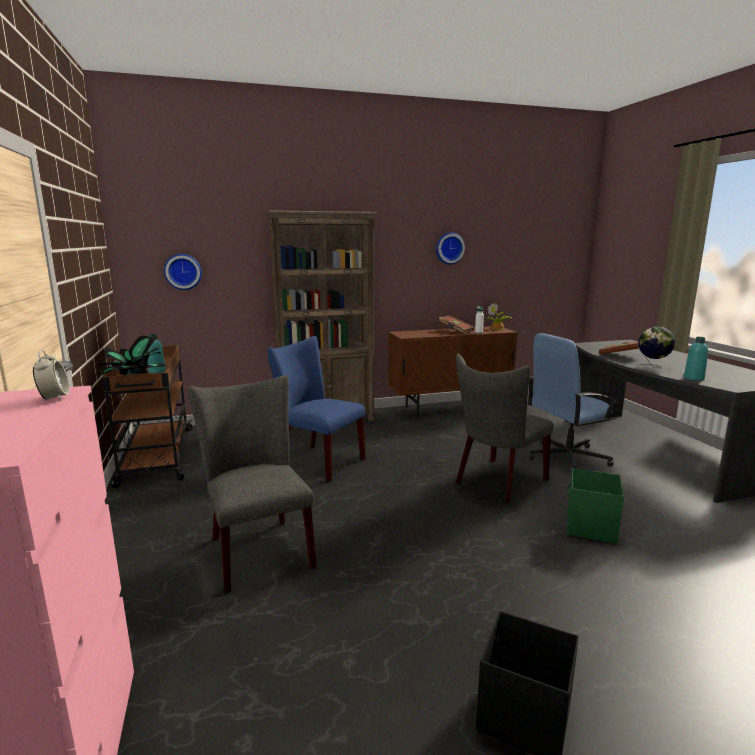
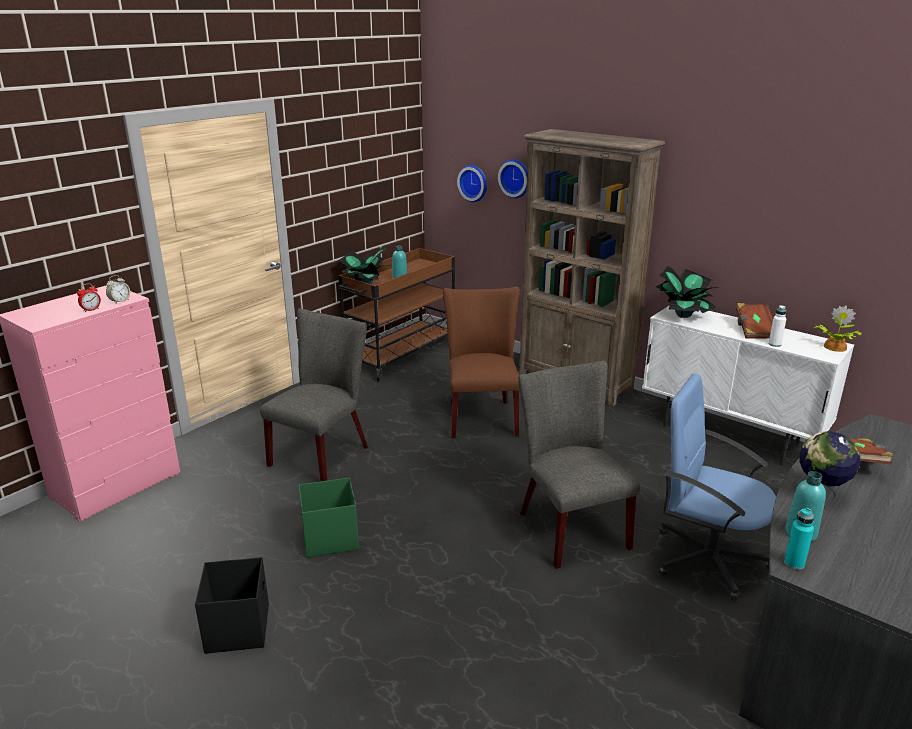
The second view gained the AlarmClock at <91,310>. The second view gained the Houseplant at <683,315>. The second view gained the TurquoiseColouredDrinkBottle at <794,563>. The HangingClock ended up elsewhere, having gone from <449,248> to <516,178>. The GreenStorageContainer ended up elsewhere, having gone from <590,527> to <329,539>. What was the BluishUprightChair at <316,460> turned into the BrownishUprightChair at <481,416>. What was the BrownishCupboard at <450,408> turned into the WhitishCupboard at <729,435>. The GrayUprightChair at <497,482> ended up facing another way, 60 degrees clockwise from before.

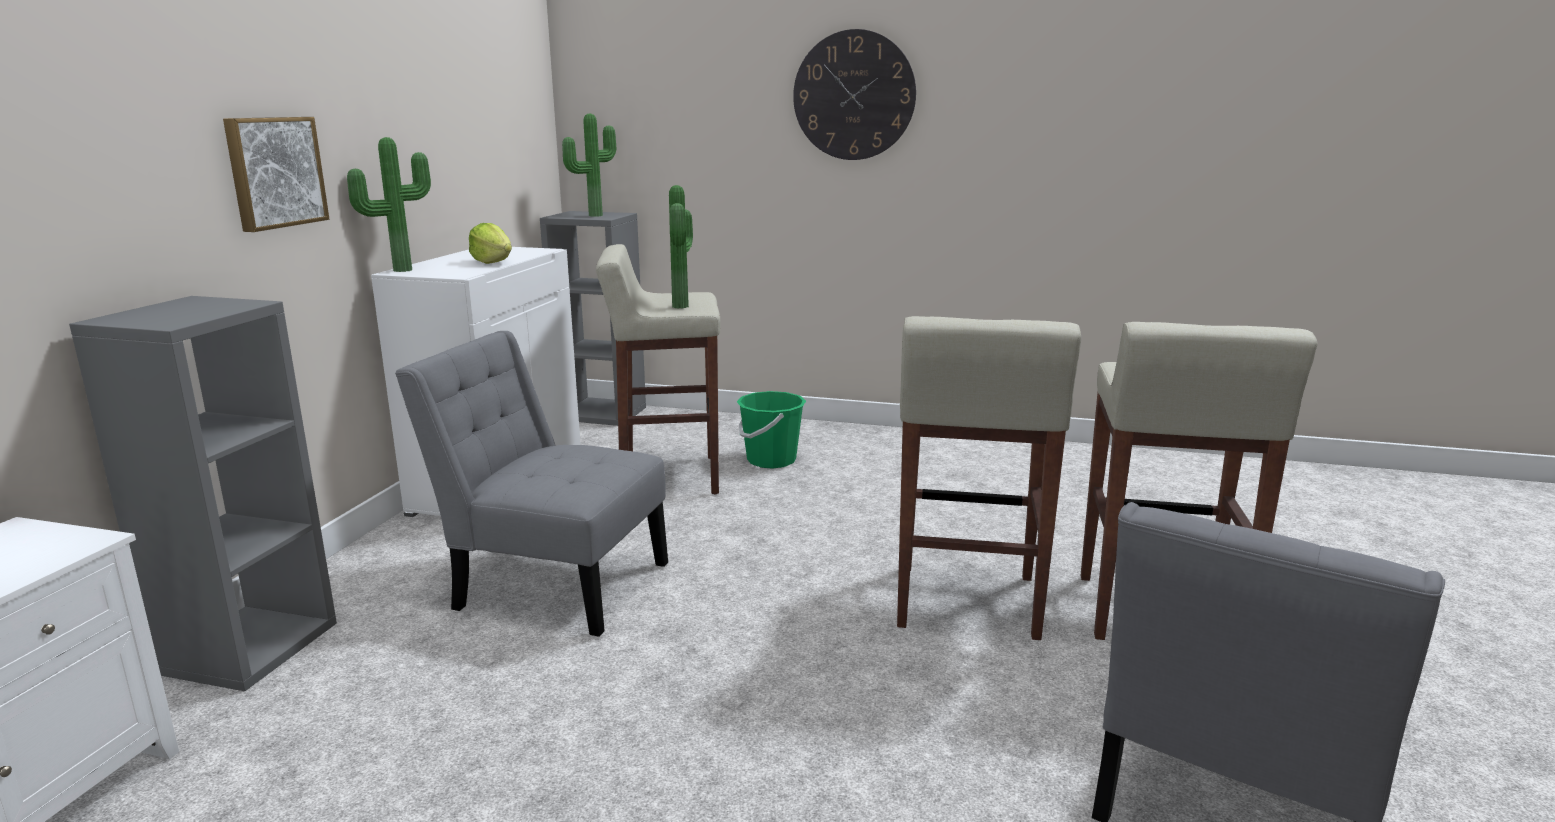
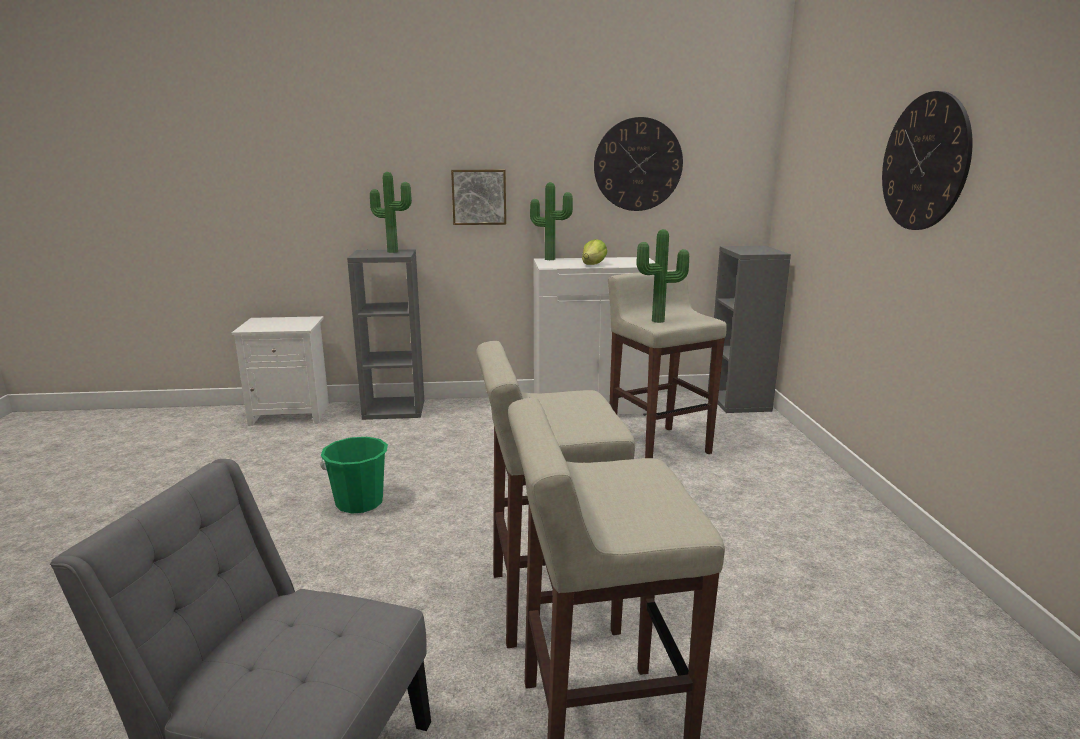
The second view lost the GrayUprightChair at <553,583>. The second view gained the HangingClock at <638,164>. The Houseplant ended up elsewhere, having gone from <593,215> to <393,251>. The GreenPail ended up elsewhere, having gone from <771,460> to <359,502>.

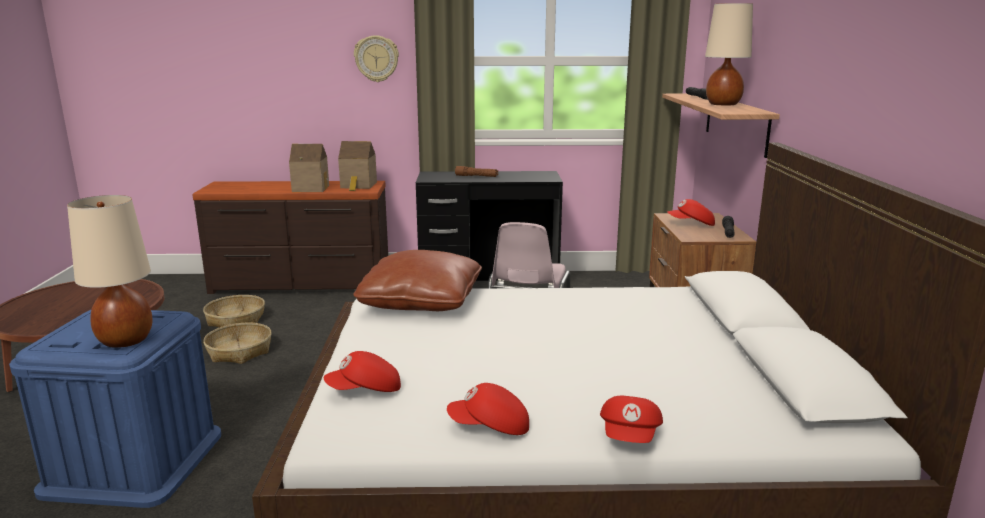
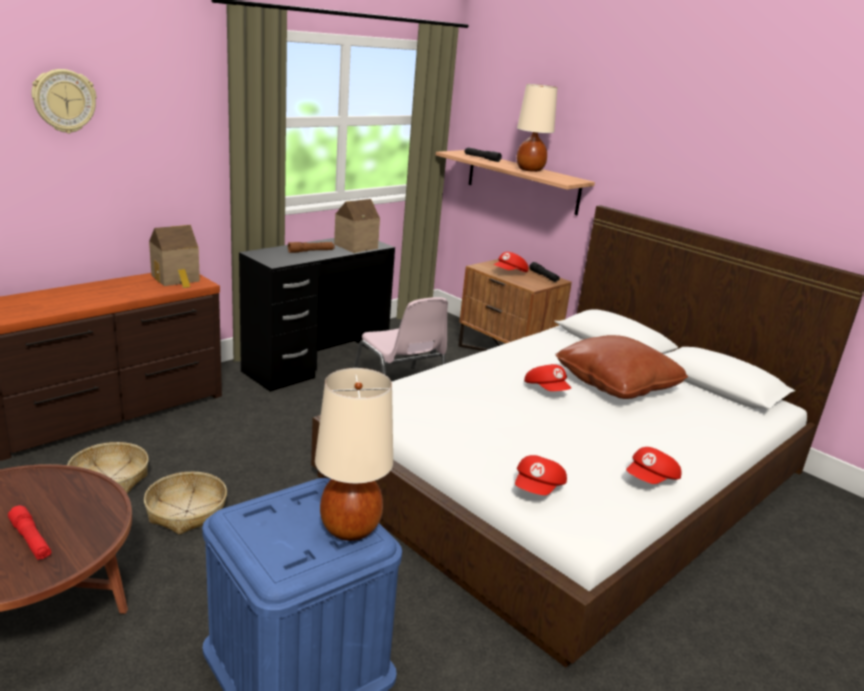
The second view gained the RedColouredTorch at <31,540>. The ModelHouse ended up elsewhere, having gone from <311,188> to <354,246>. The BrownishCushion ended up elsewhere, having gone from <421,301> to <616,384>. The HangingClock ended up elsewhere, having gone from <376,58> to <64,101>. The RedColouredCap ended up elsewhere, having gone from <630,436> to <547,390>.

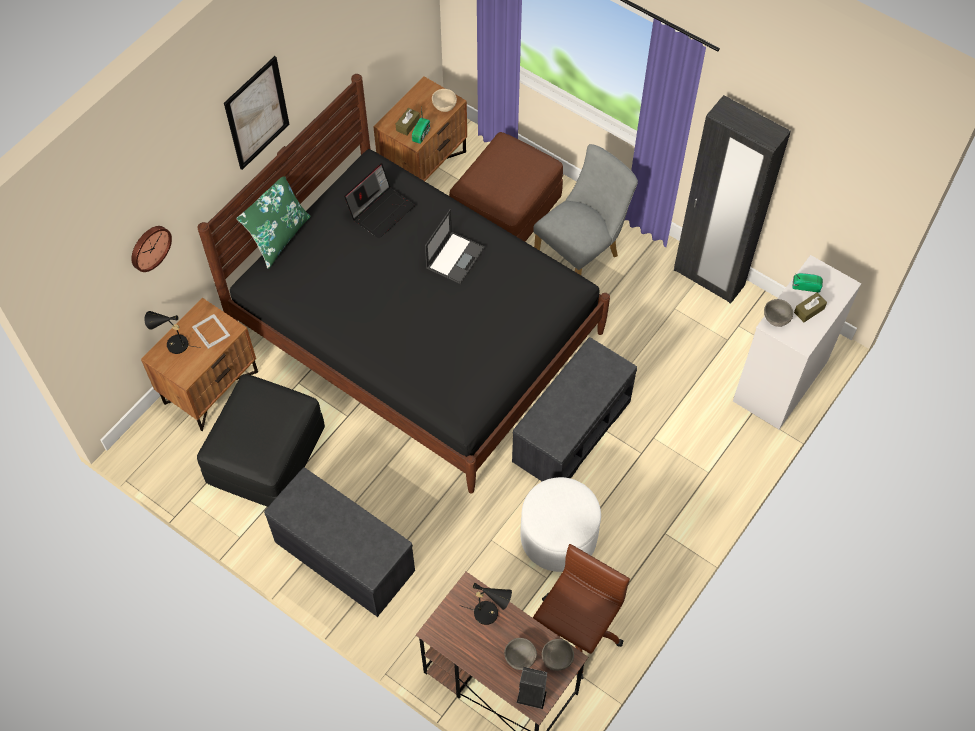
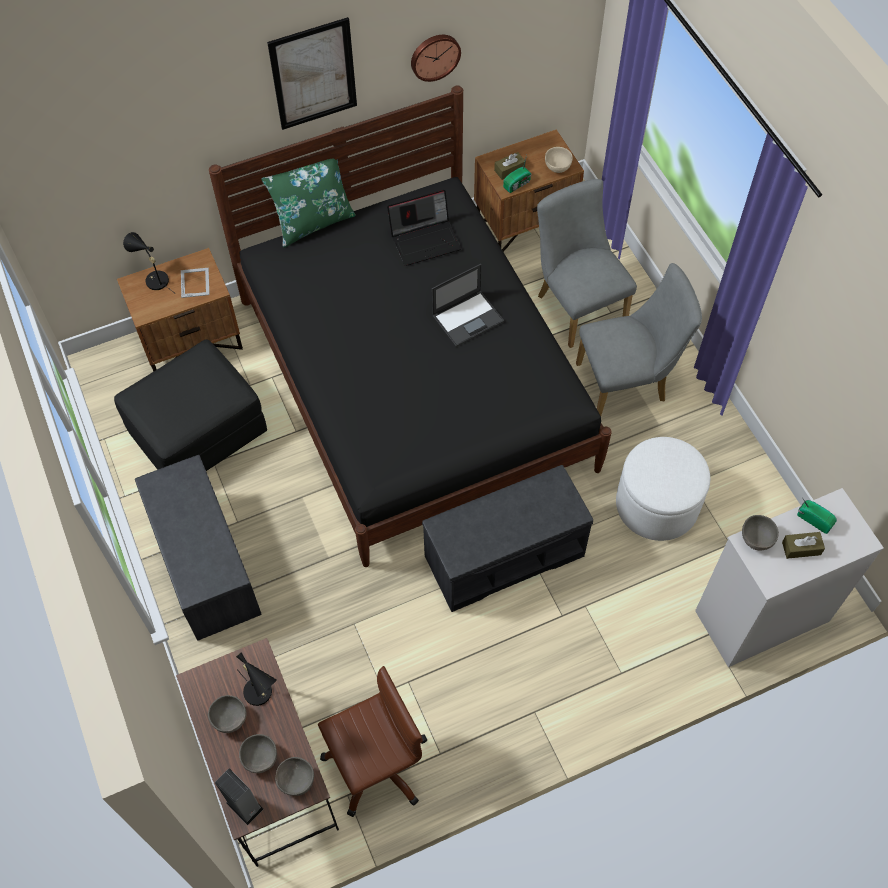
The second view lost the BlackWardrobe at <708,278>. The second view gained the GrayServingBowl at <229,719>. The HangingClock ended up elsewhere, having gone from <149,247> to <434,56>. The WhitishFootrest ended up elsewhere, having gone from <558,537> to <656,504>. Where the BrownishFootrest stood at <506,211>, the GrayUprightChair came to stand at <577,305>.

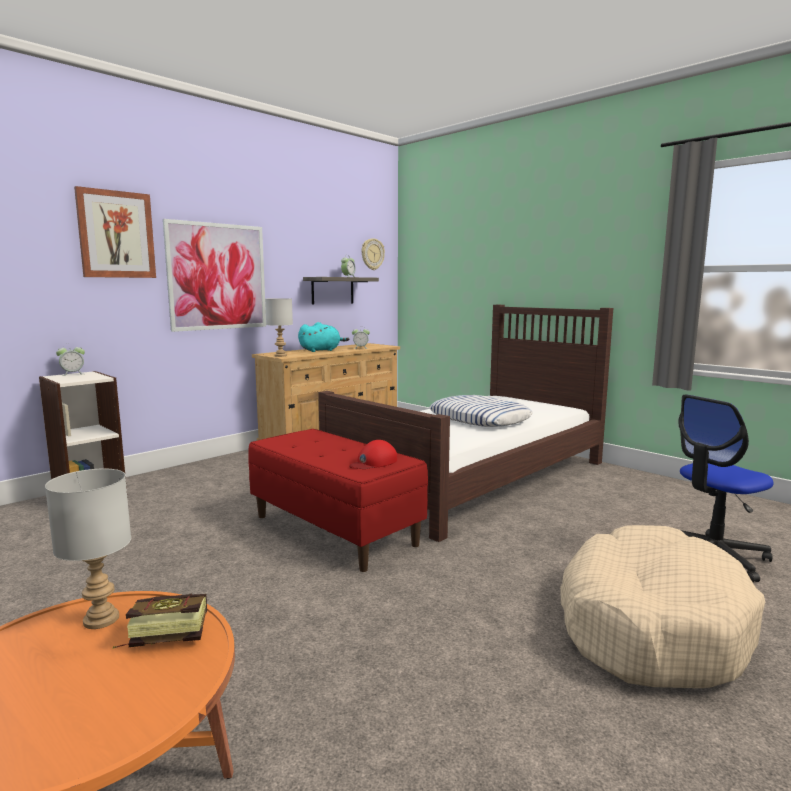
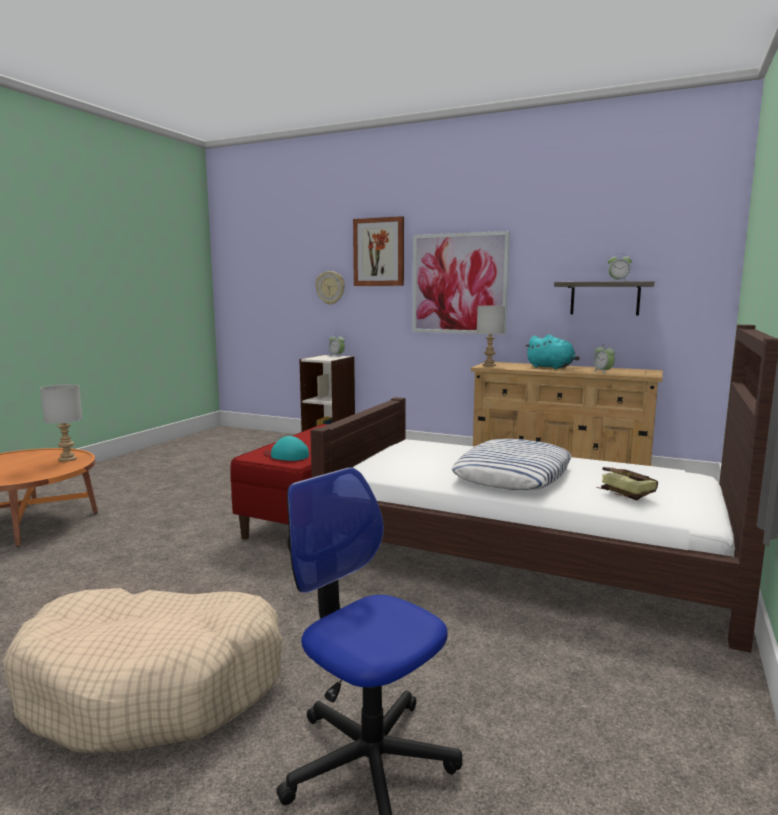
The BoundBook ended up elsewhere, having gone from <161,636> to <623,494>. The HangingClock ended up elsewhere, having gone from <372,254> to <330,287>. What was the RedColouredCap at <374,462> turned into the TurquoiseColouredCap at <286,455>.

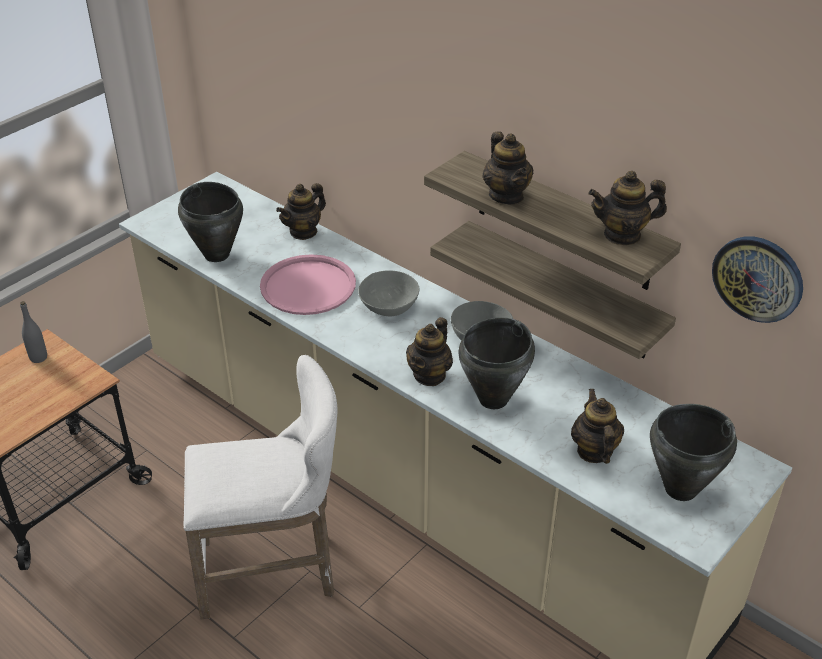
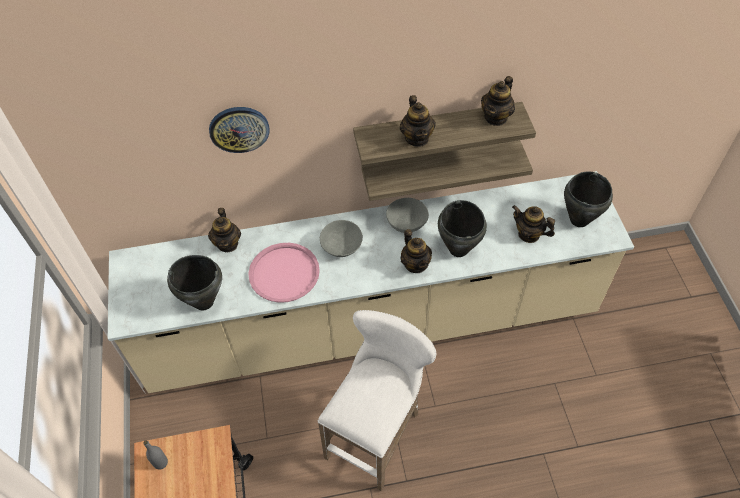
The HangingClock ended up elsewhere, having gone from <758,278> to <239,129>. The Teapot at <506,195> ended up facing another way, 60 degrees clockwise from before.

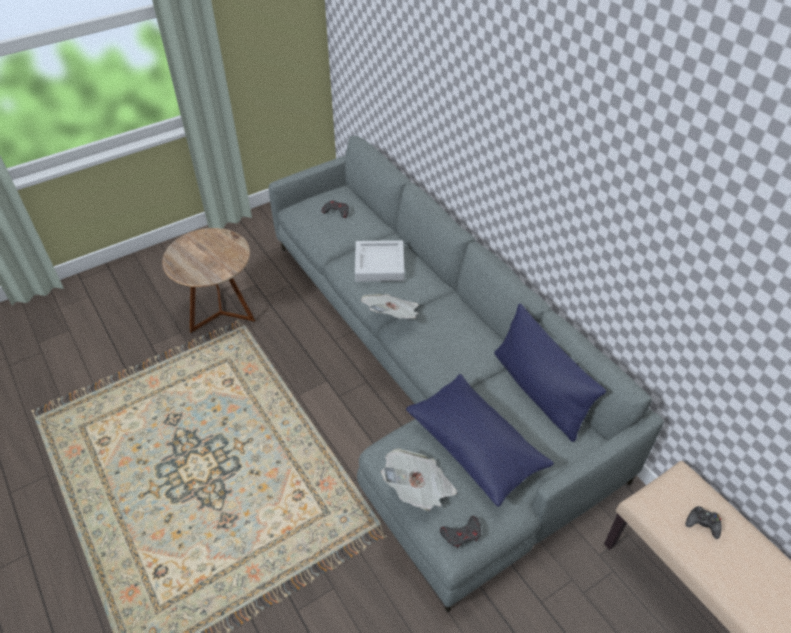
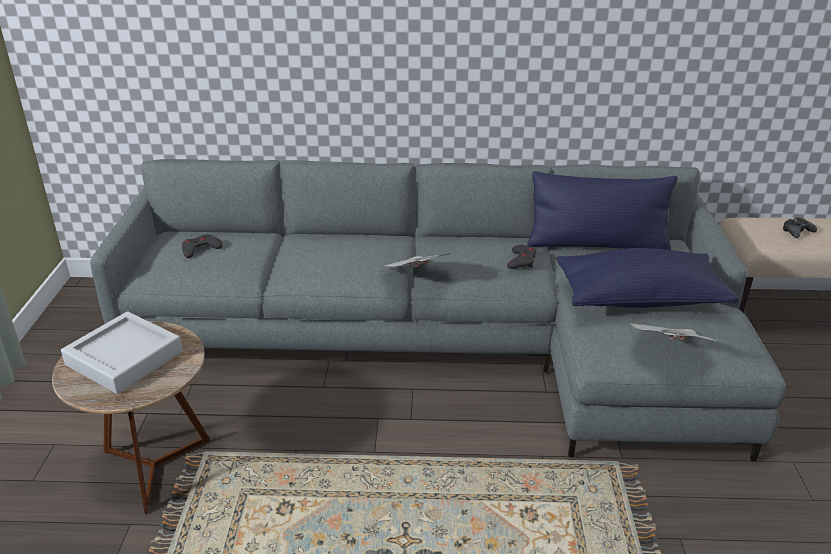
The GrayServingTray ended up elsewhere, having gone from <379,265> to <124,358>. The GrayGamepad ended up elsewhere, having gone from <462,534> to <521,261>.

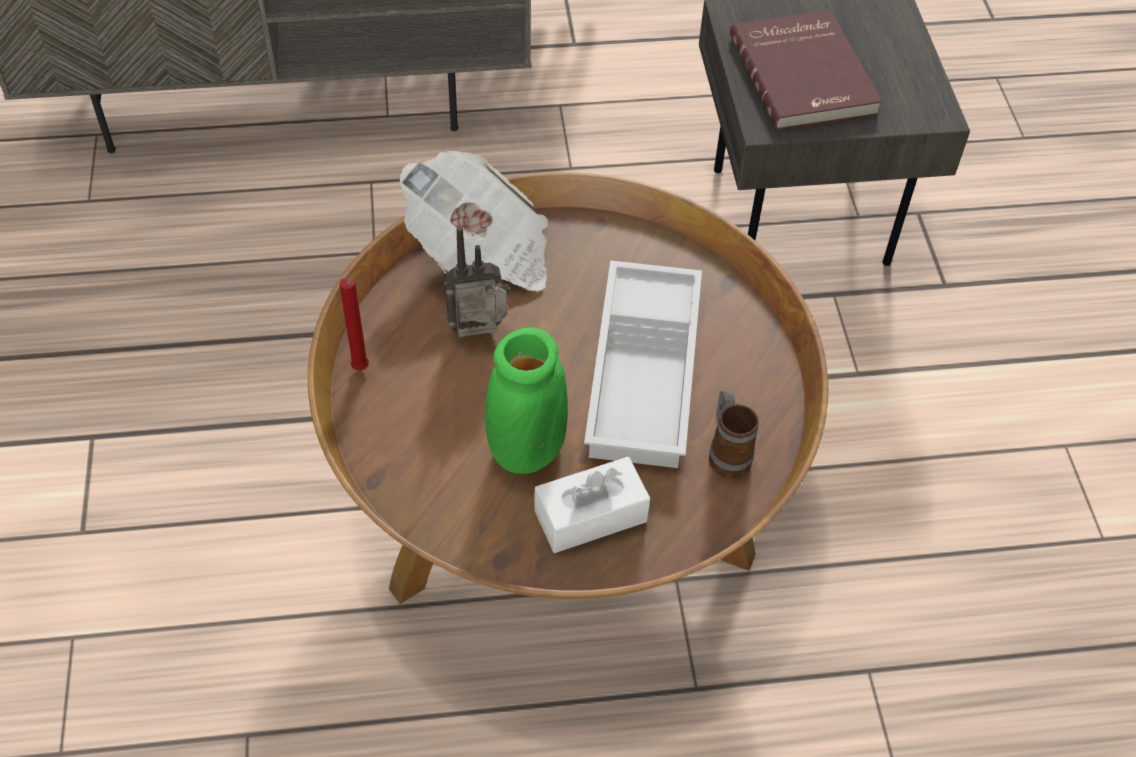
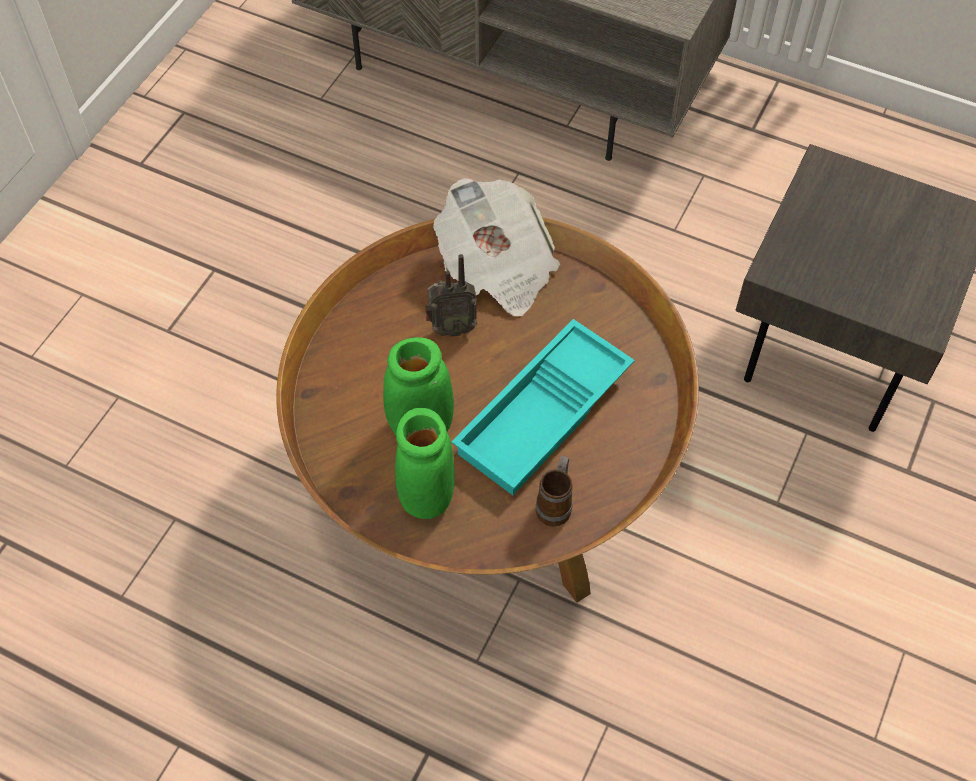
The second view lost the RedColouredWaxLight at <360,370>. The second view lost the RedColouredBoundBook at <805,75>. Where the WhitishTissueHolder stood at <590,516>, the GreenFlowerVase came to stand at <427,495>. What was the WhitishServingTray at <647,374> turned into the TurquoiseColouredServingTray at <544,416>. The RadioReceiver at <480,335> ended up facing another way, 150 degrees clockwise from before.

